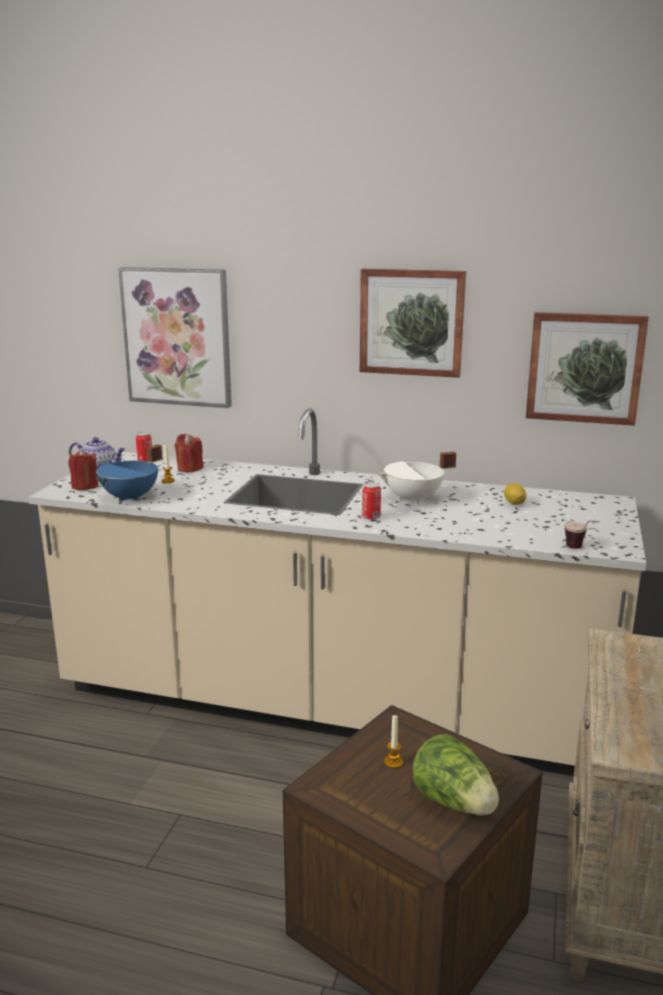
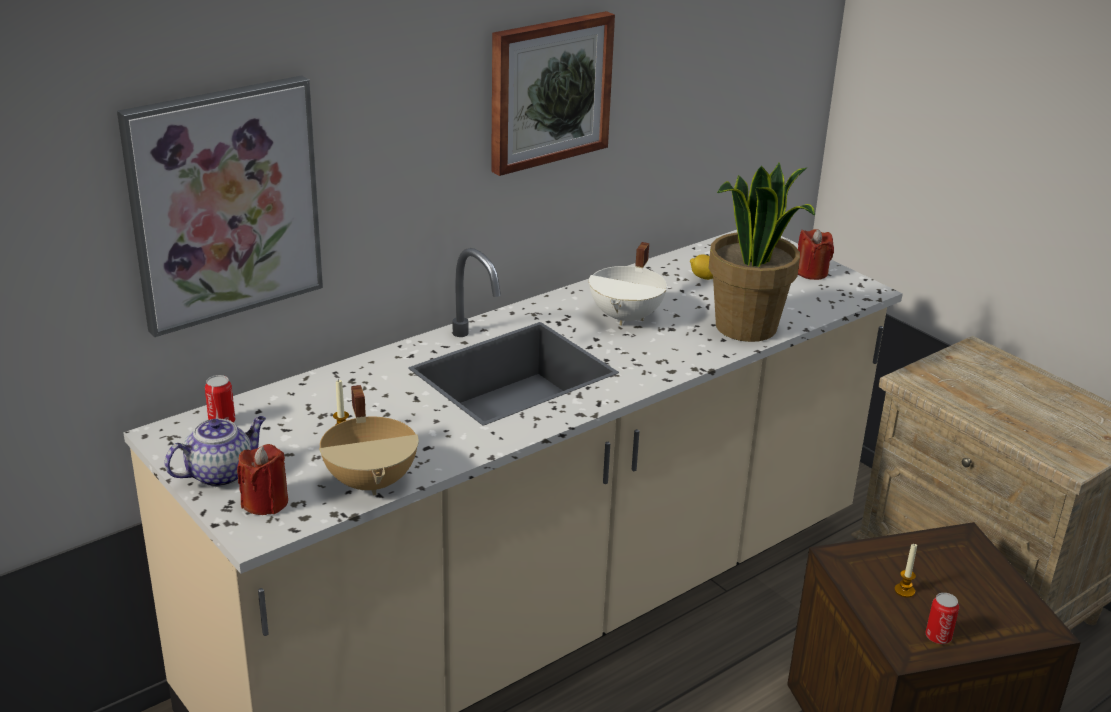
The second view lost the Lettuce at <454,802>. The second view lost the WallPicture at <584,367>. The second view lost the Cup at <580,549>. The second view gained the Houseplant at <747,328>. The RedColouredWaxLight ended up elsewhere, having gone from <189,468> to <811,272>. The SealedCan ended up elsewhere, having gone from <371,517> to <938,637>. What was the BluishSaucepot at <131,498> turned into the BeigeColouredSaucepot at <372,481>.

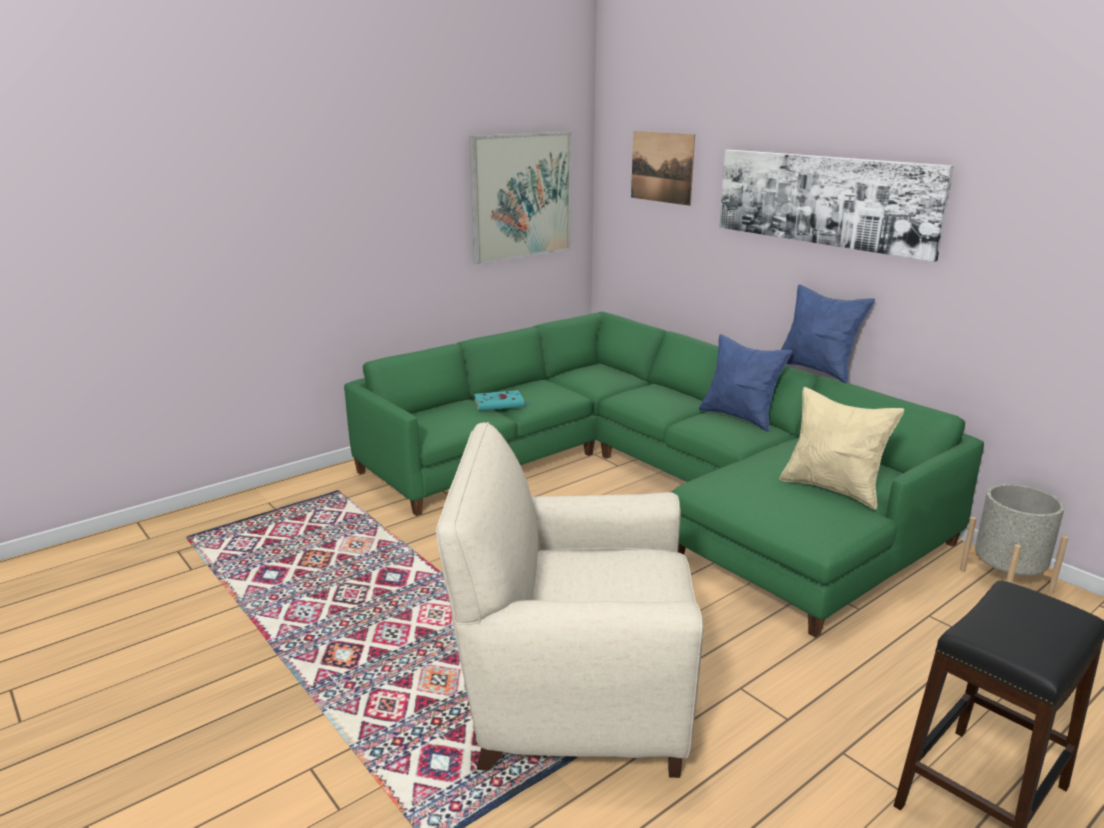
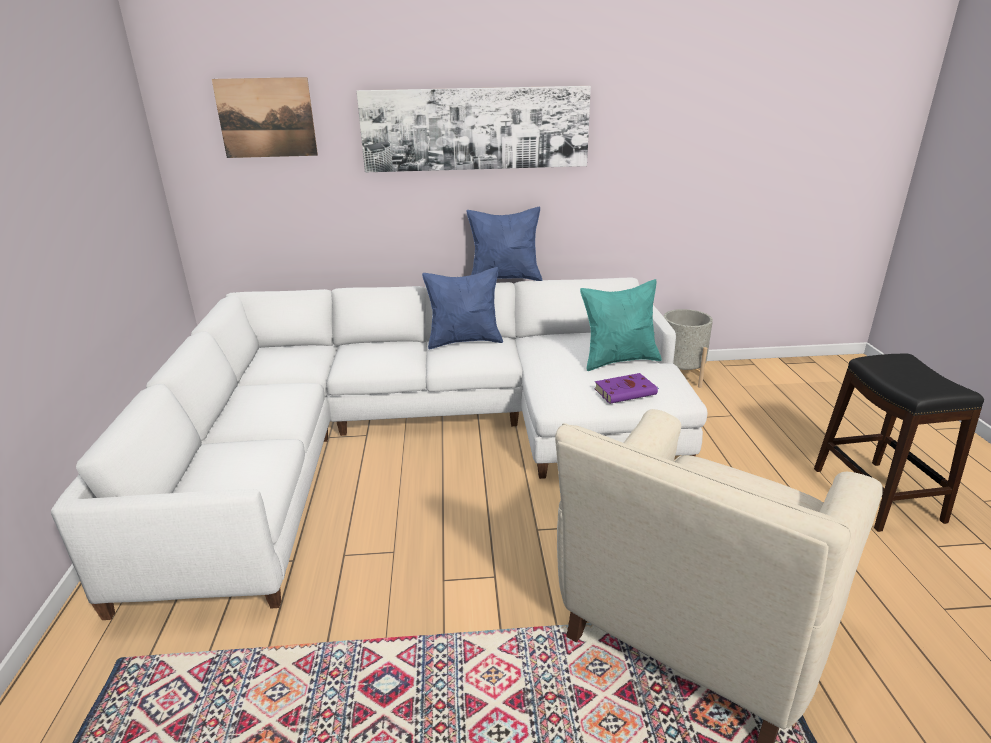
The second view lost the WallPicture at <521,196>. The second view lost the TurquoiseColouredBoundBook at <500,404>. The second view gained the PurpleBoundBook at <626,391>. What was the GreenSofa at <647,482> turned into the WhitishSofa at <414,435>. What was the BeigeColouredCushion at <832,489> turned into the TurquoiseColouredCushion at <619,360>.

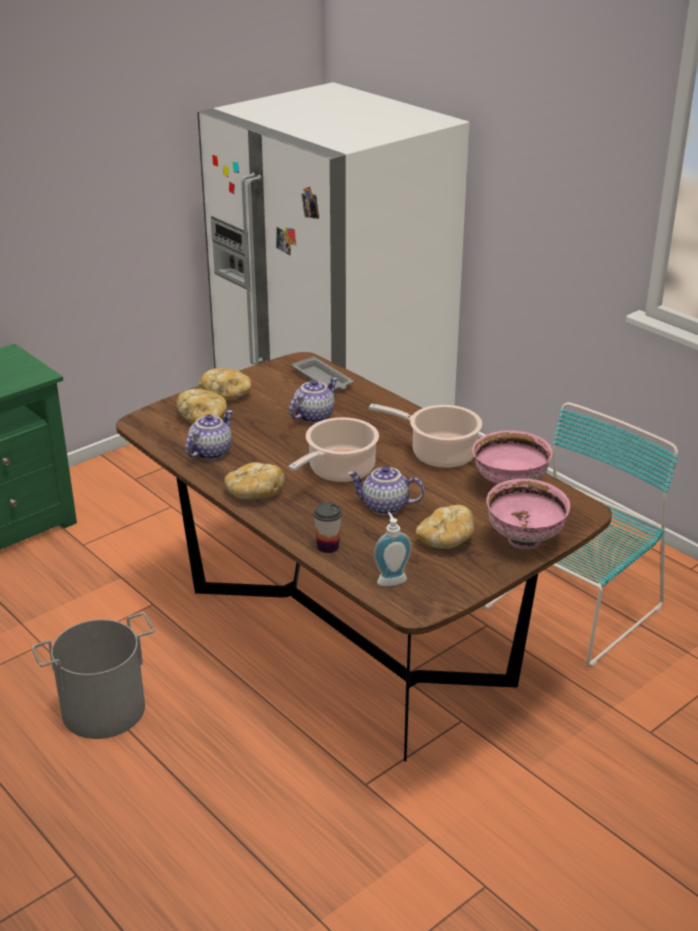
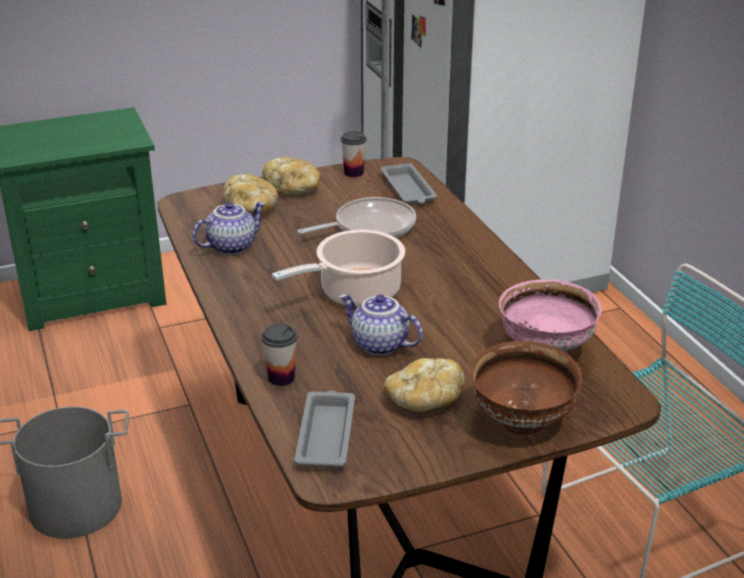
The second view lost the BakeryBread at <254,494>. The second view lost the Saucepot at <439,454>. The second view gained the Cup at <353,173>. Where the Teapot stood at <313,416>, the Skillet came to stand at <370,227>. Where the LiquidSoapBottle stood at <390,579>, the GrayServingTray came to stand at <326,434>. What was the PinkServingBowl at <525,541> turned into the BrownishServingBowl at <523,423>.

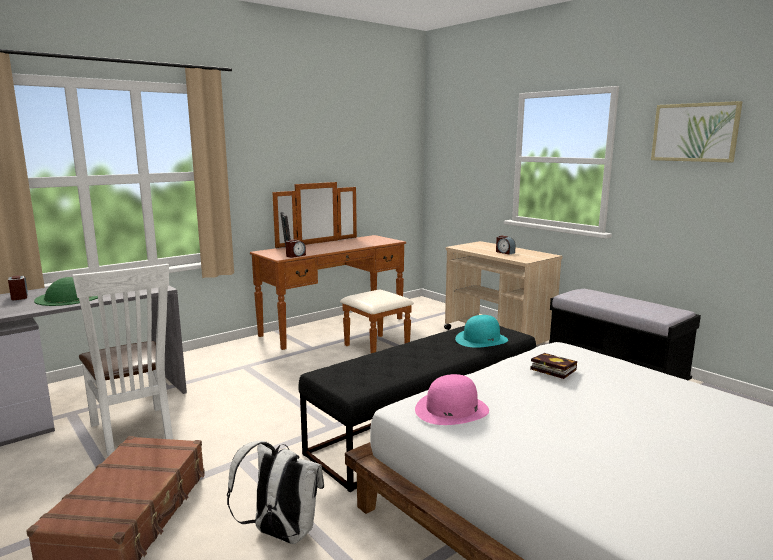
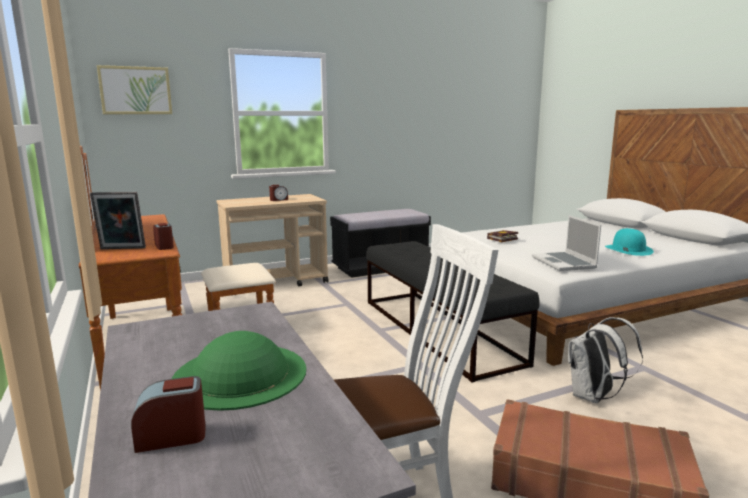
The TurquoiseColouredClothingHat ended up elsewhere, having gone from <481,339> to <628,249>. The WallPicture ended up elsewhere, having gone from <694,132> to <135,90>. Where the PinkClothingHat stood at <451,409>, the PortableComputer came to stand at <564,263>.

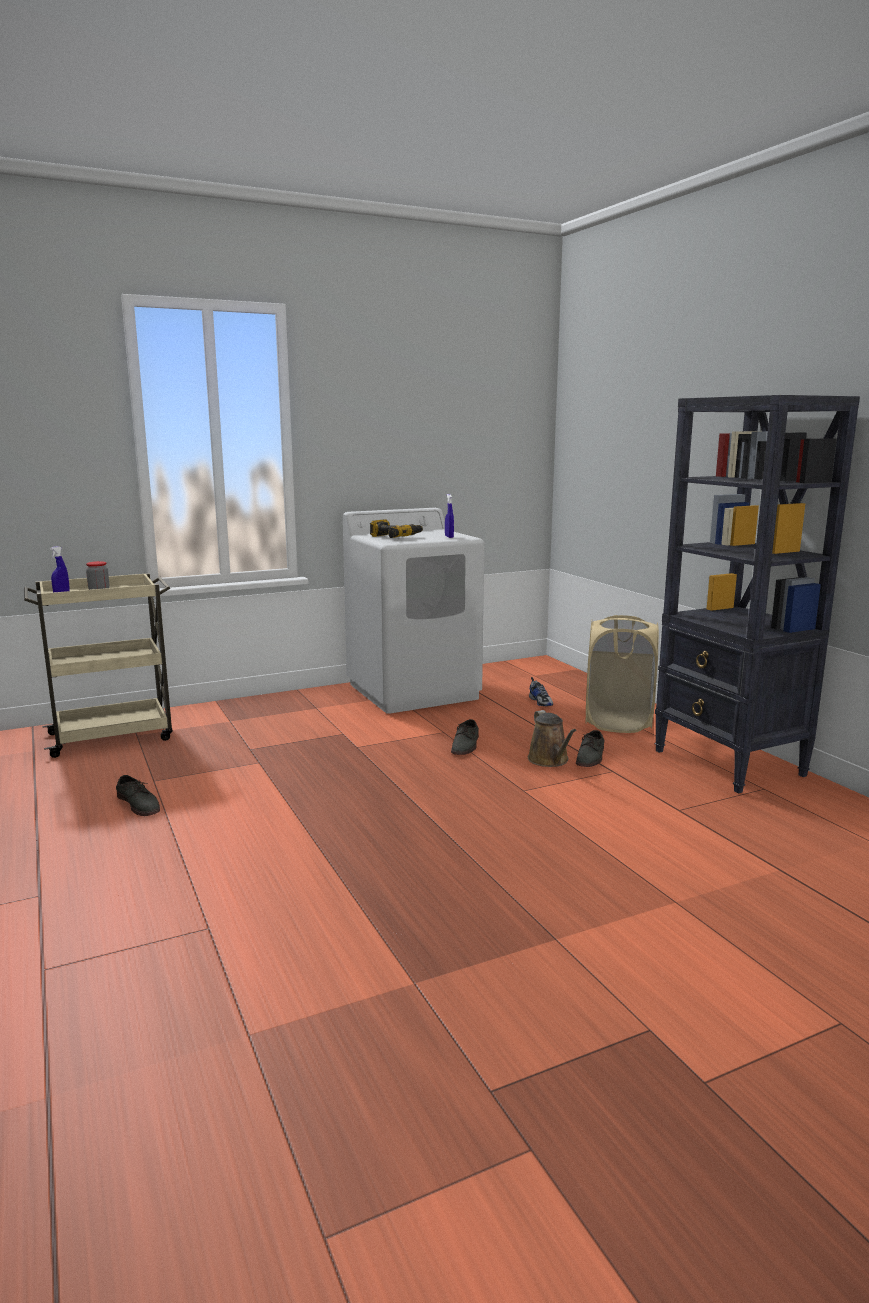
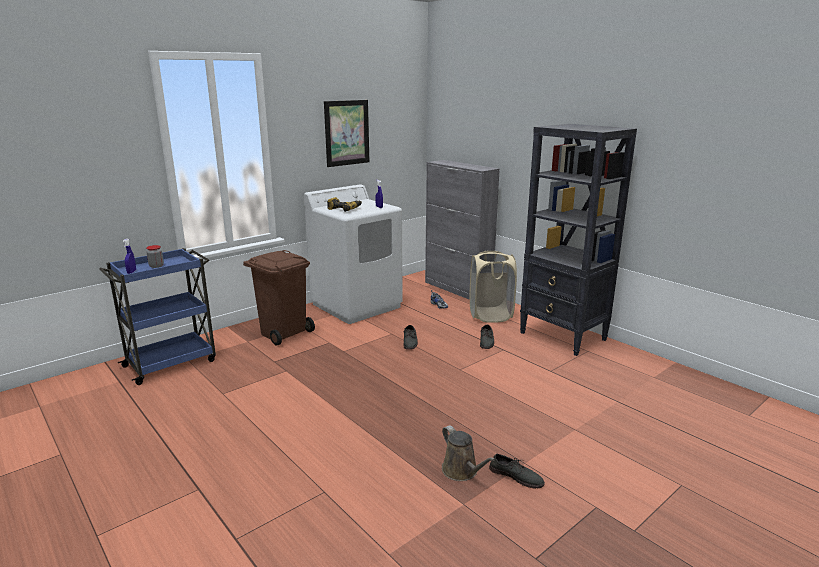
The second view gained the BrownishTrashCan at <284,333>. The second view gained the WallPicture at <347,133>. The second view gained the GrayCupboard at <457,289>. The GrayShoe ended up elsewhere, having gone from <139,804> to <516,476>. The BrownishSprinklingCan ended up elsewhere, having gone from <550,760> to <462,471>. What was the BeigeColouredCart at <113,736> turned into the BluishCart at <172,363>.

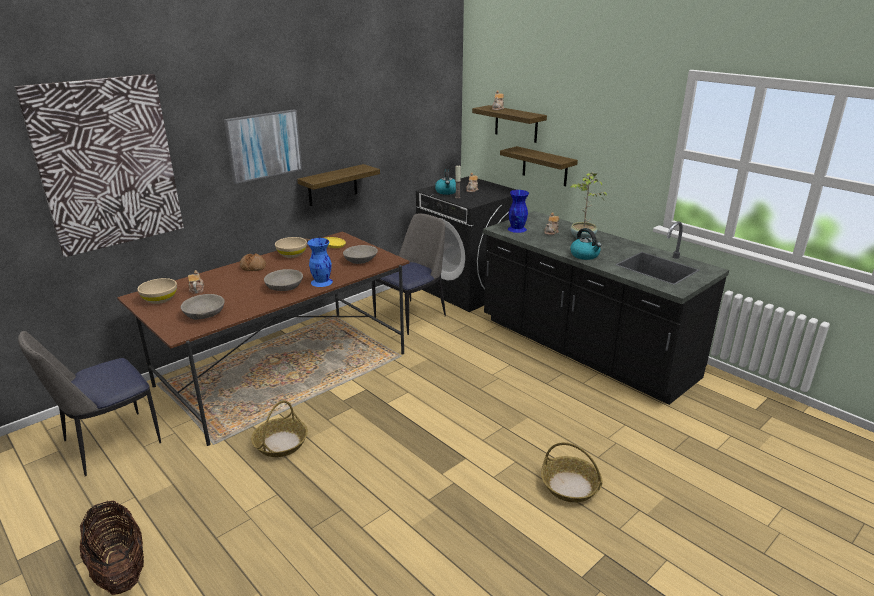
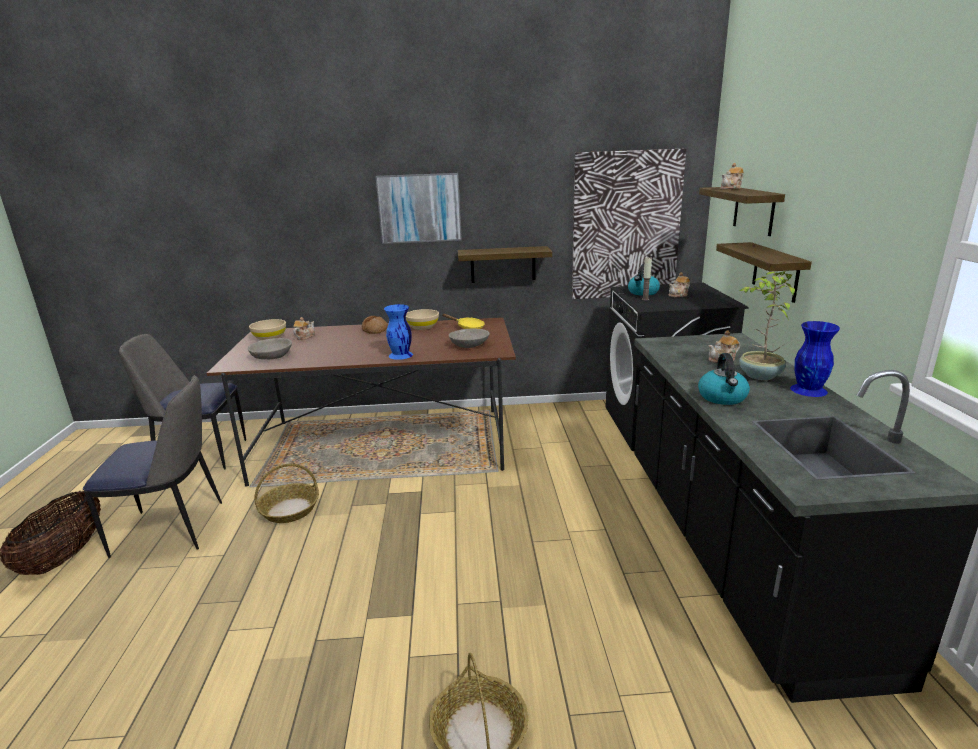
The second view lost the GrayServingBowl at <284,287>. The WallPicture ended up elsewhere, having gone from <107,164> to <625,226>. The UprightChair ended up elsewhere, having gone from <411,316> to <172,529>. The BluishFlowerVase ended up elsewhere, having gone from <517,229> to <809,390>.

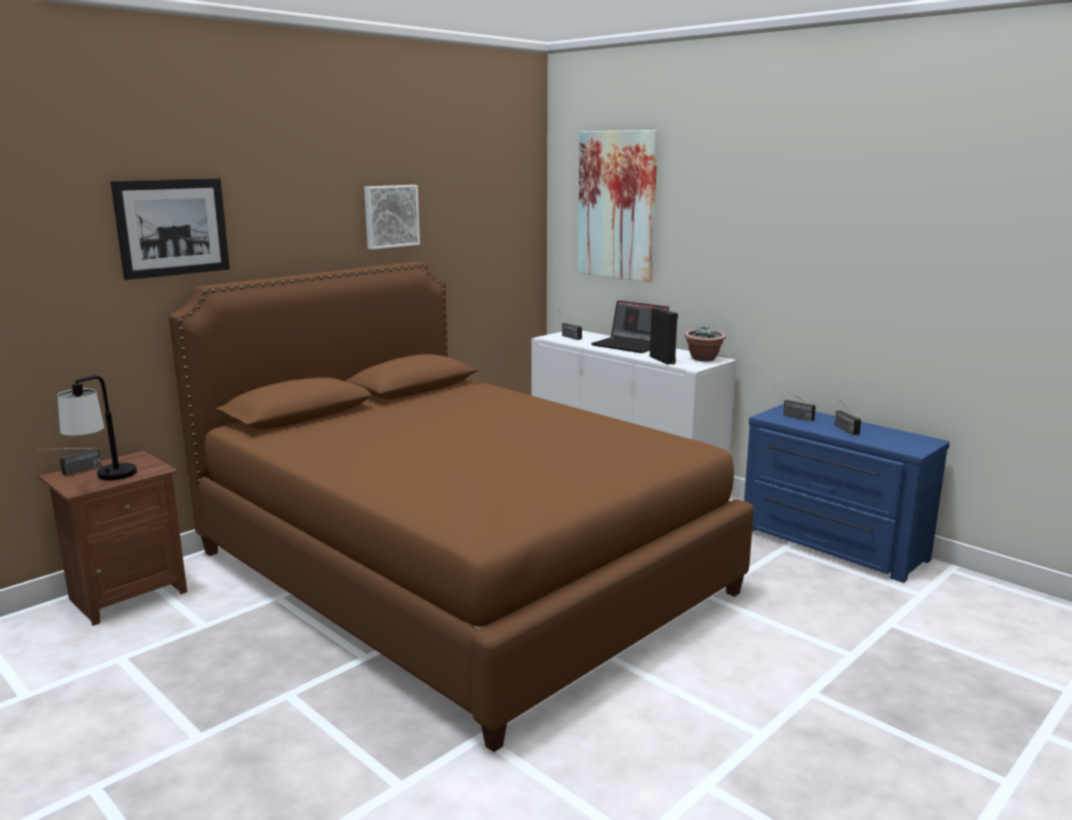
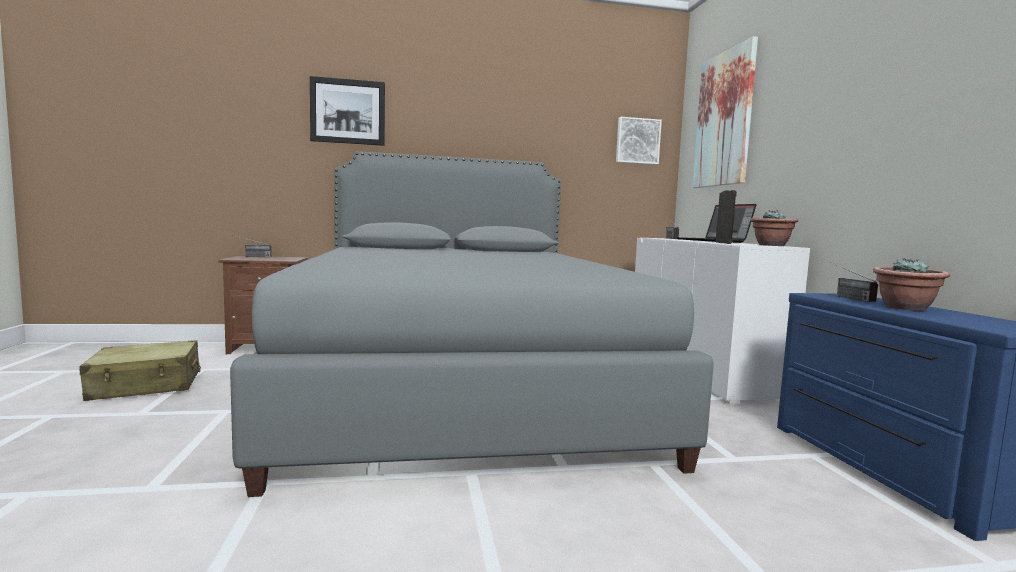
The second view lost the TabletopLamp at <105,480>. The second view gained the BeigeColouredPieceOfLuggage at <146,386>. The WallPicture ended up elsewhere, having gone from <390,216> to <637,141>. Where the RadioReceiver stood at <840,427>, the Houseplant came to stand at <905,308>. What was the BrownishBedroomBed at <459,572> turned into the GrayBedroomBed at <459,386>.

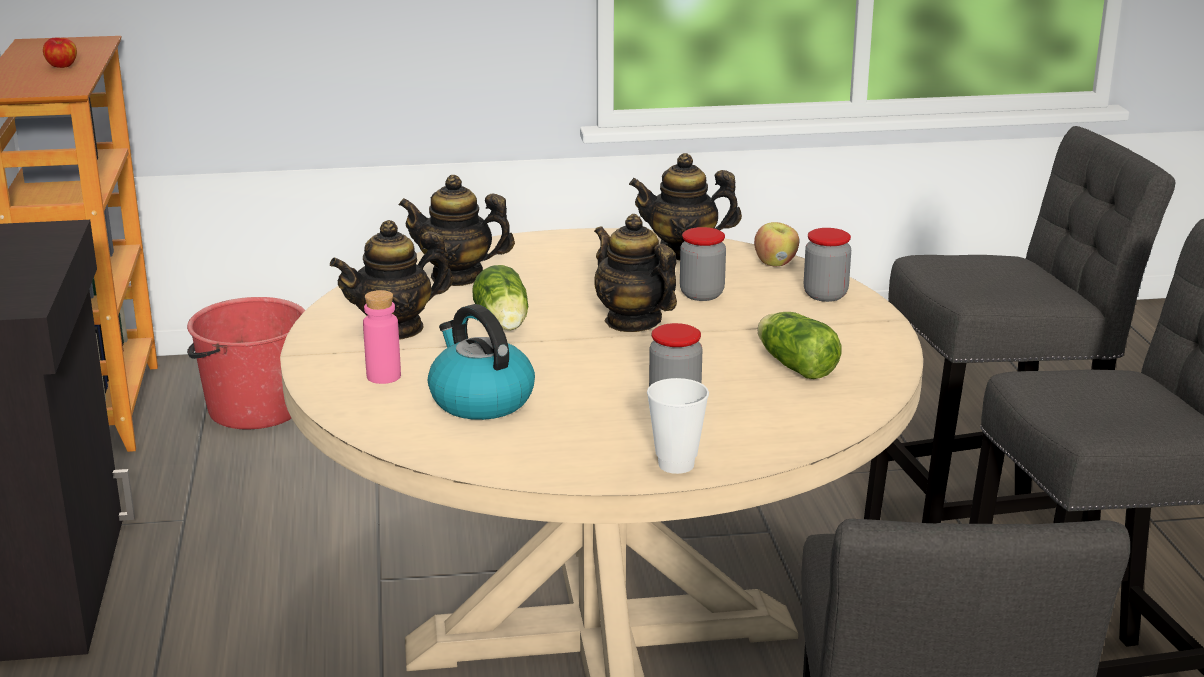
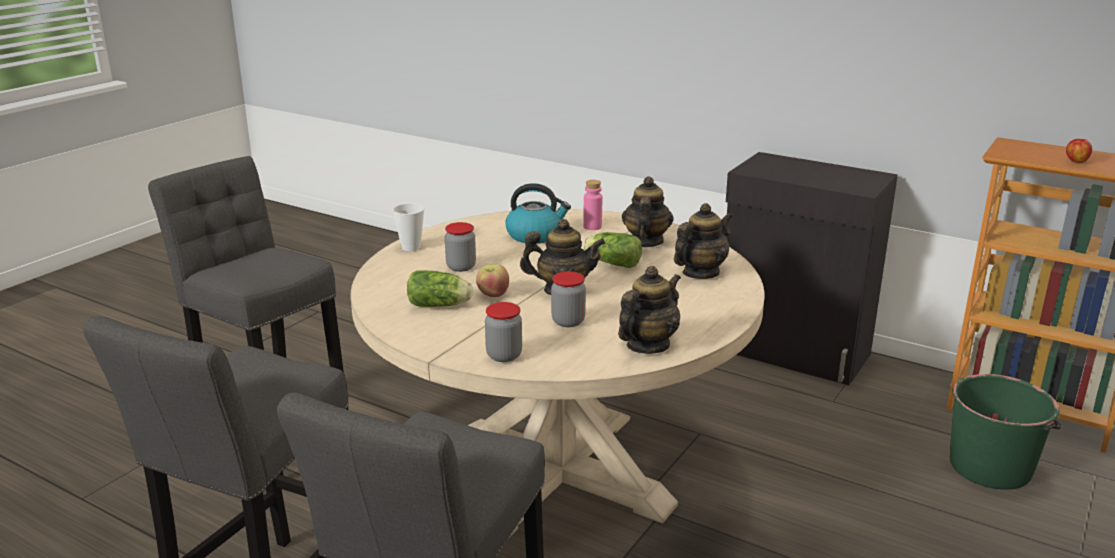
The AppleFruit ended up elsewhere, having gone from <776,263> to <493,294>. What was the RedColouredPail at <254,409> turned into the GreenPail at <990,467>.

